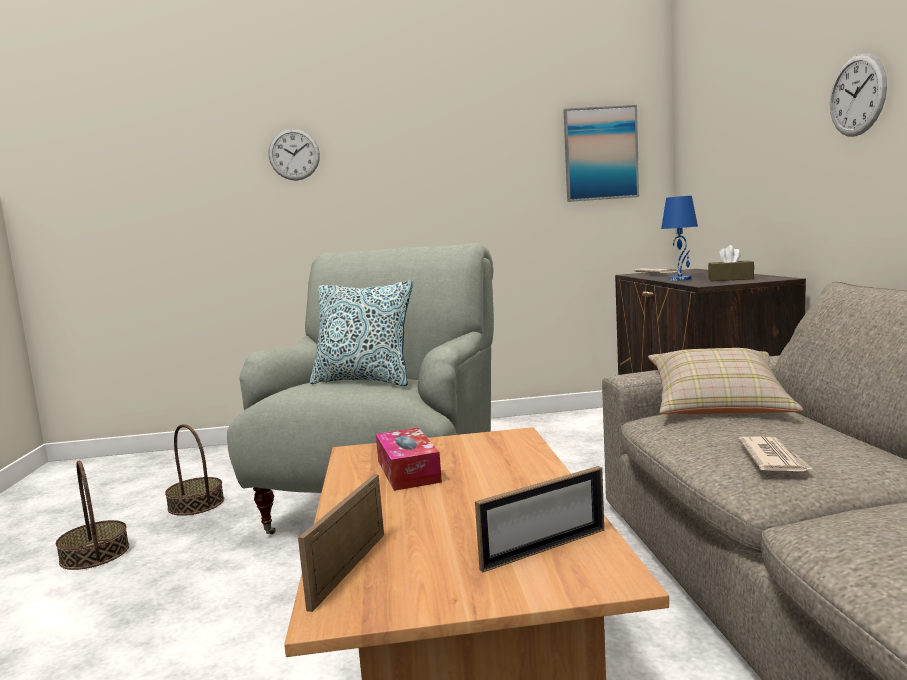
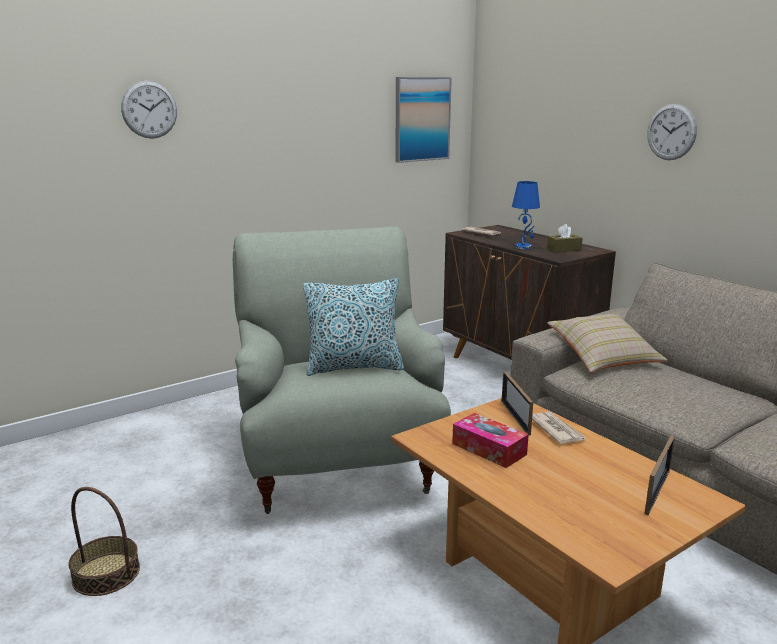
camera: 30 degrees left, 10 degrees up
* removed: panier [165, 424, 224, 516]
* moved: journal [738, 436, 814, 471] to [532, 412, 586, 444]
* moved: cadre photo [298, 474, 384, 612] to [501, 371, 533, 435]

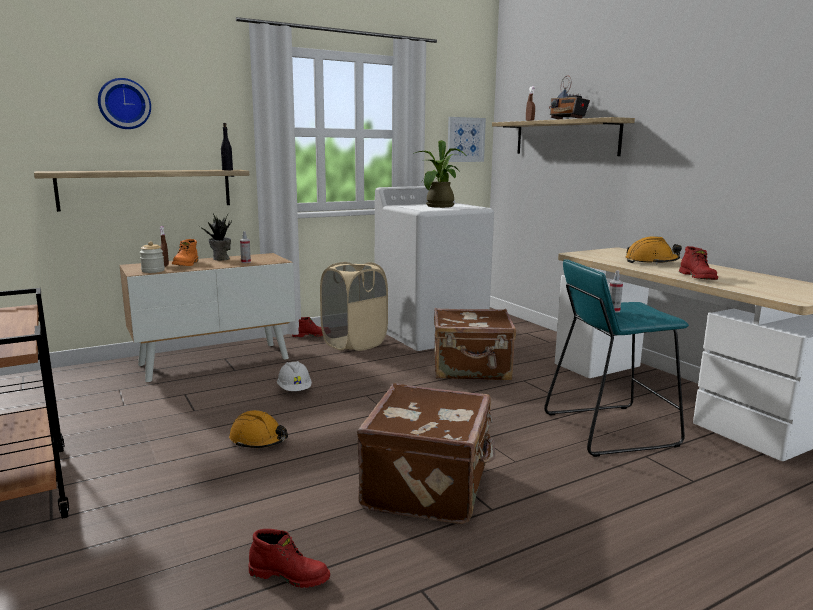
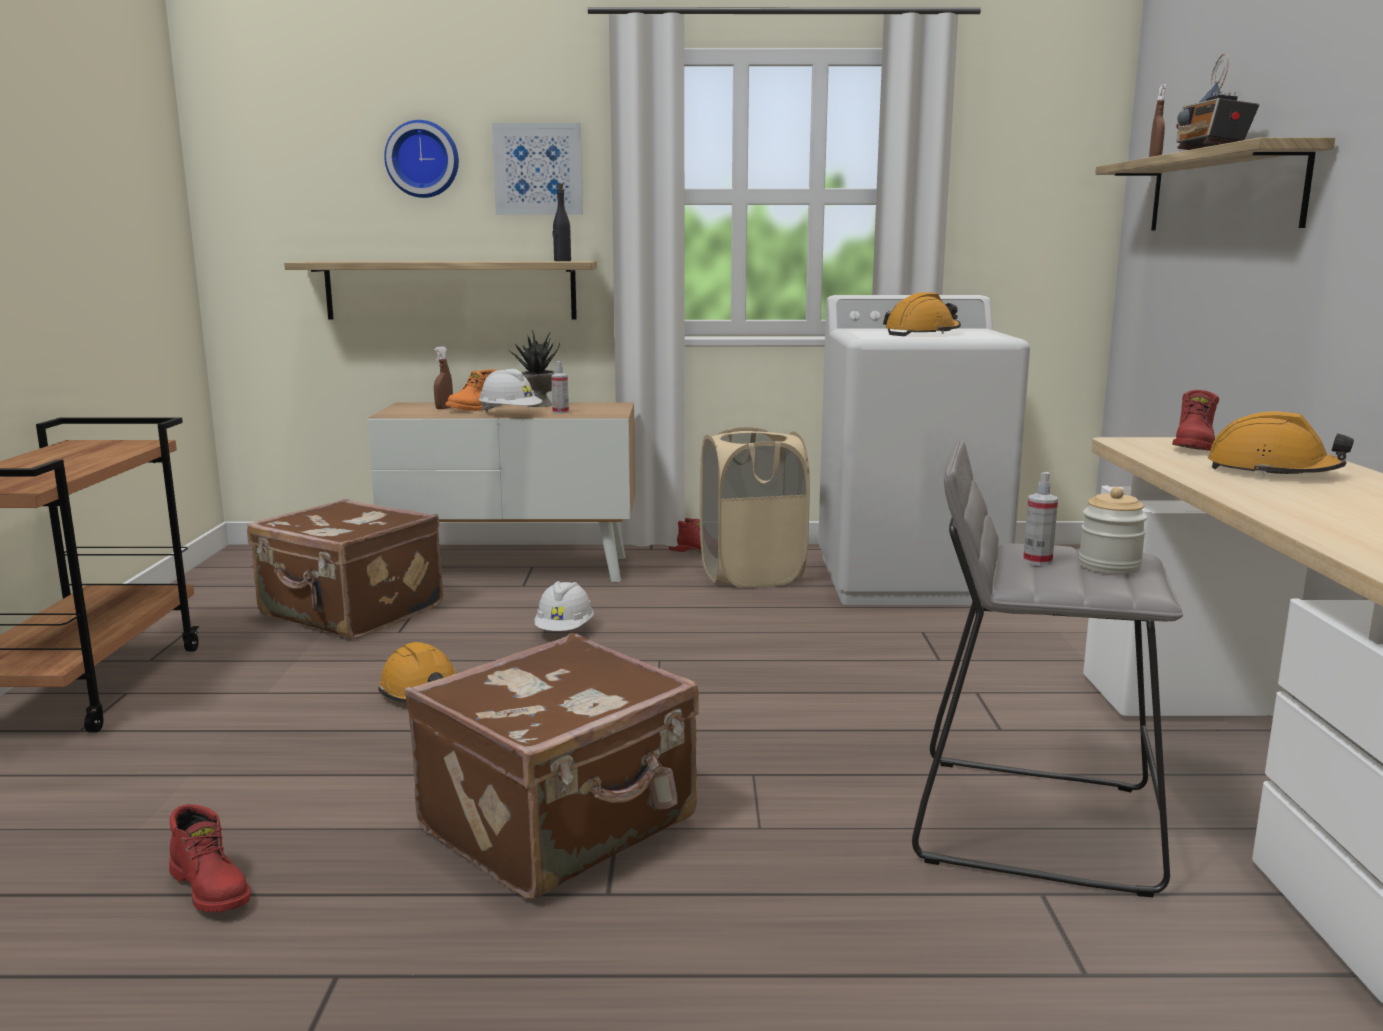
camera: 30 degrees right, 0 degrees up
* moved: tableau [447, 117, 486, 162] to [492, 123, 583, 215]
* replaced: plante en pot [413, 140, 467, 208] to casque de chantier (orange) [883, 292, 961, 336]
* moved: bocal [140, 242, 165, 273] to [1079, 487, 1147, 574]
* moved: botte (rouge) [679, 246, 718, 280] to [1172, 390, 1219, 451]
* recoloured: tabouret (turquoise) [544, 259, 689, 457] to tabouret (gris) [912, 440, 1183, 897]
* moved: valise (marron) [434, 308, 516, 380] to [247, 499, 443, 639]
* added: casque de chantier (blanc) [479, 369, 542, 412]

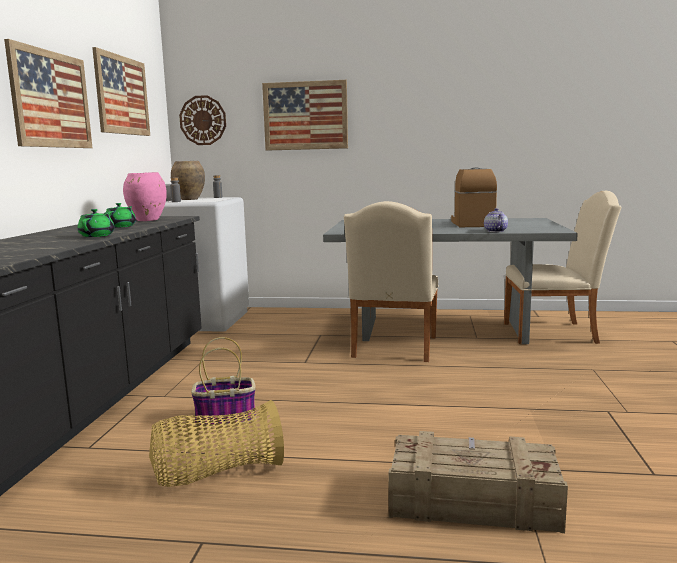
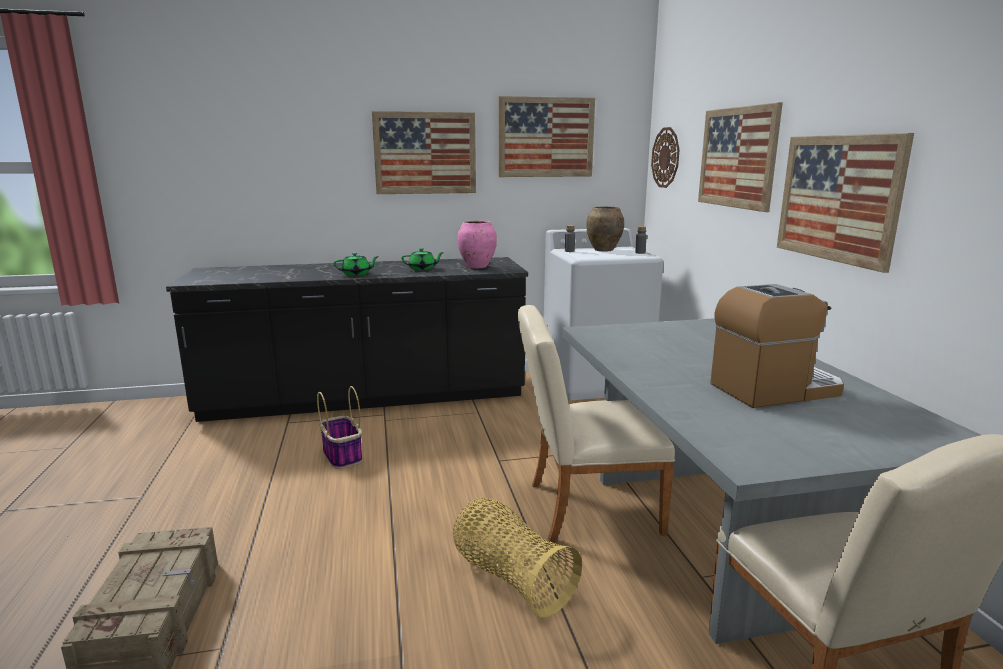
camera: 70 degrees right, 5 degrees up
* removed: théière [484, 208, 508, 232]
* moved: panier [149, 400, 284, 487] to [453, 498, 582, 618]
* added: tableau [777, 133, 914, 273]

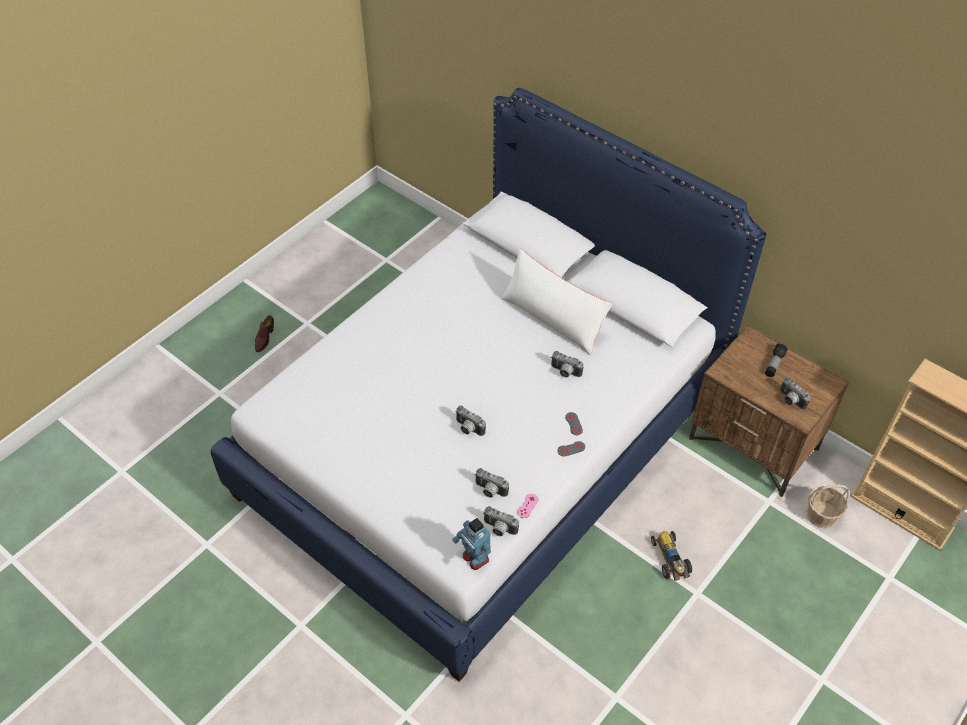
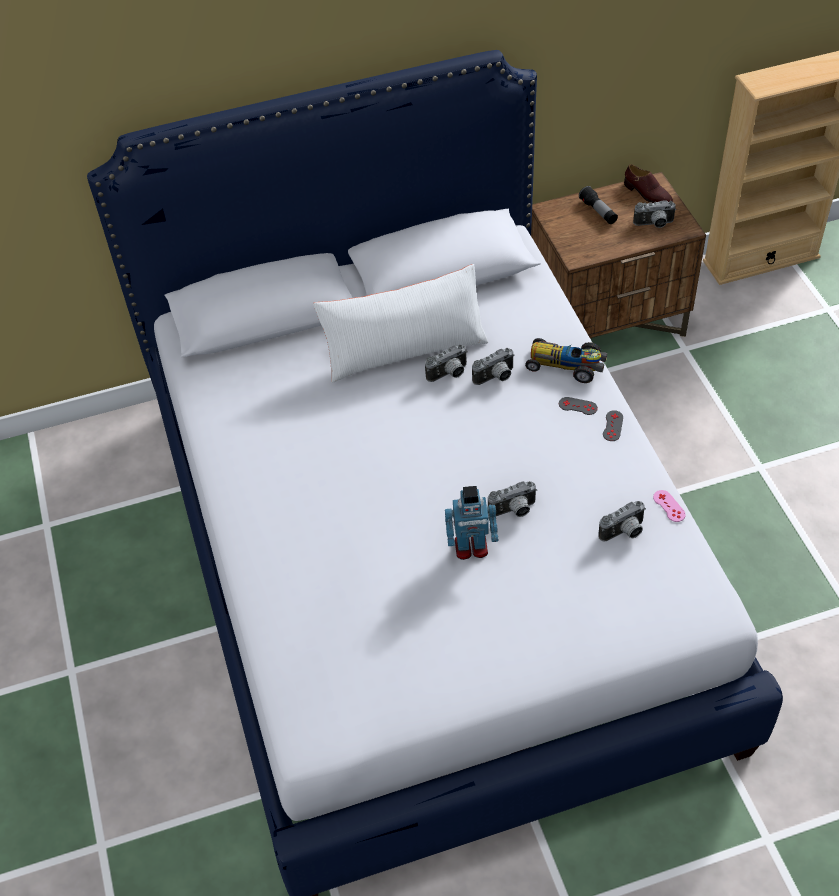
camera: 55 degrees left, 0 degrees up
* moved: chaussure (marron) [255, 315, 274, 352] to [624, 164, 673, 203]
* removed: panier [806, 484, 849, 529]
* moved: appareil photo [483, 506, 519, 536] to [425, 344, 468, 382]
* moved: robot jouet [452, 518, 491, 570] to [445, 486, 499, 560]
* moved: petite voiture [651, 531, 692, 581] to [525, 338, 607, 383]

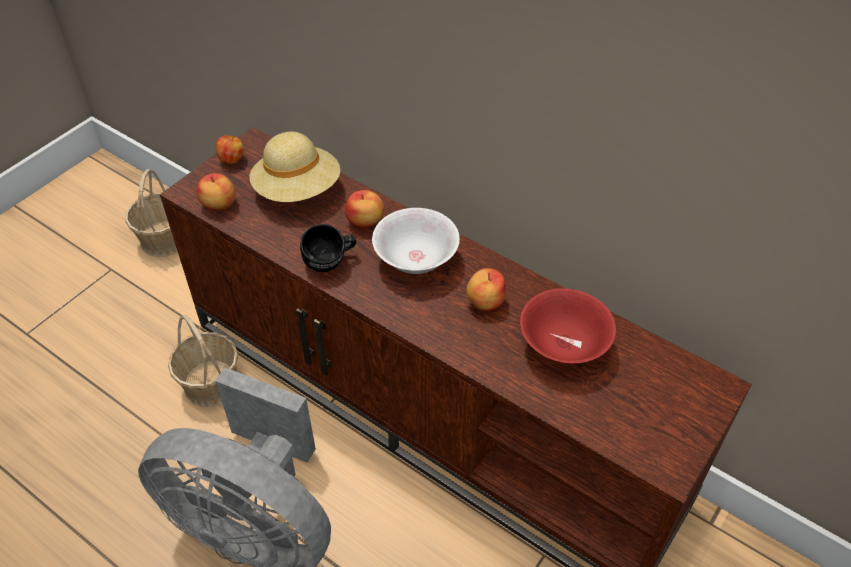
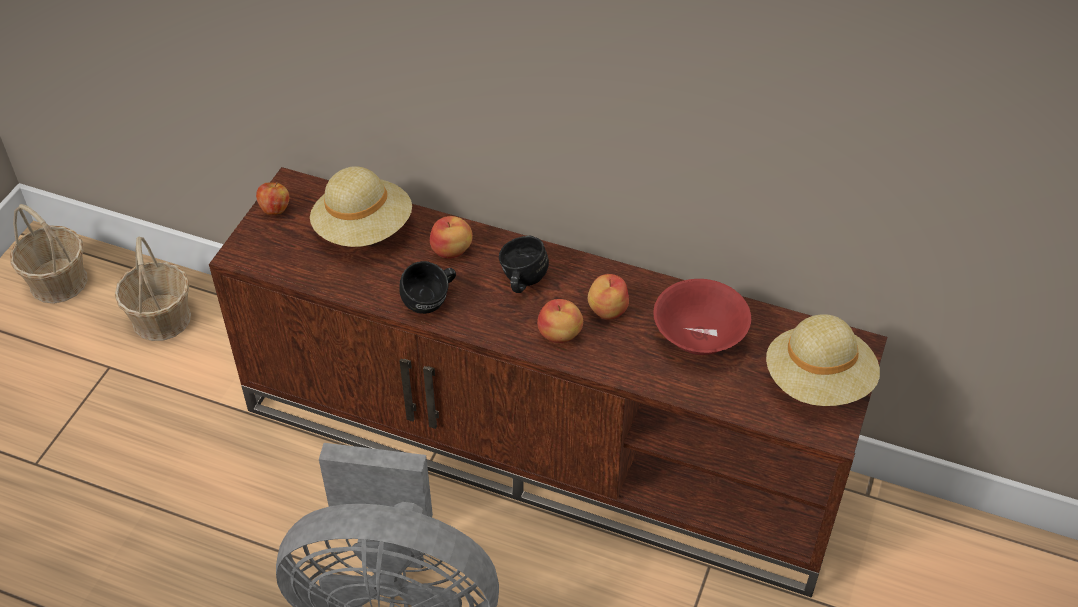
camera: 15 degrees left, 0 degrees up
* moved: pomme [197, 173, 236, 211] to [537, 299, 583, 343]
* replaced: bol (blanc) [372, 208, 460, 274] to mug (noir) [499, 235, 549, 293]
* moved: panier [168, 315, 238, 407] to [10, 204, 88, 304]
* added: chapeau (beige) [766, 314, 880, 406]

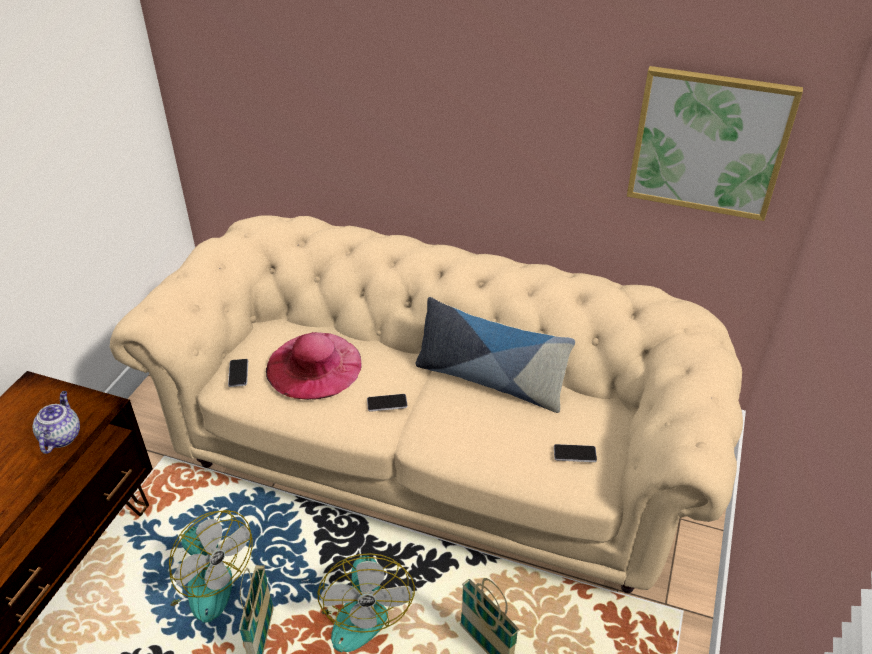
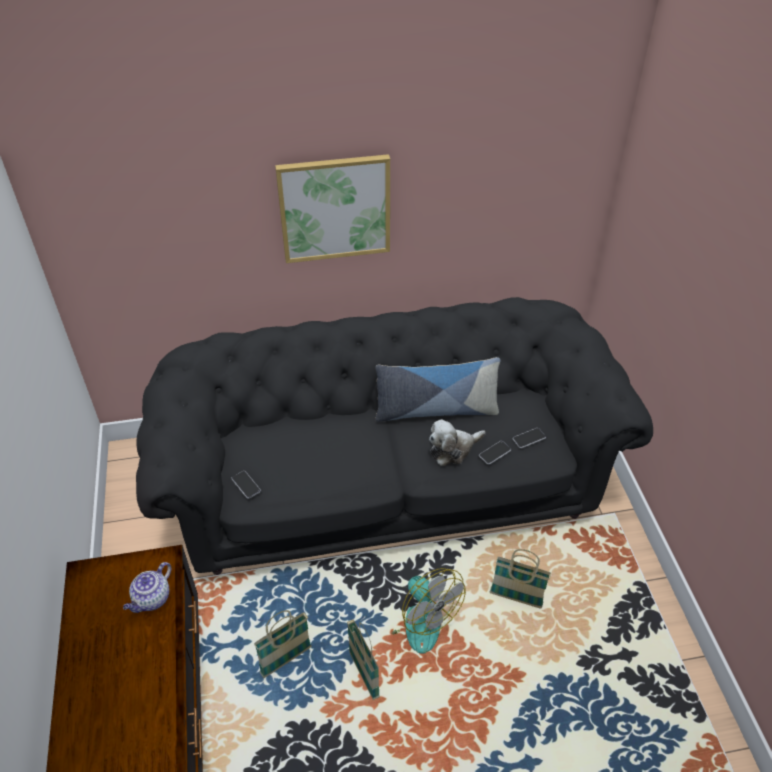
camera: 30 degrees left, 5 degrees up
* moved: tableau [627, 66, 803, 221] to [275, 154, 390, 263]
* recoloured: canapé (beige) [110, 215, 743, 593] to canapé (noir) [136, 297, 653, 575]
* removed: chapeau (rose) [266, 332, 361, 400]
* turned: théière [33, 391, 80, 454] = [123, 562, 171, 613] 120 degrees counterclockwise
* moved: téléphone [367, 394, 408, 412] to [479, 441, 511, 465]
* replaced: ventilateur [169, 510, 253, 622] to panier [254, 610, 312, 678]
* added: peluche [429, 419, 486, 466]

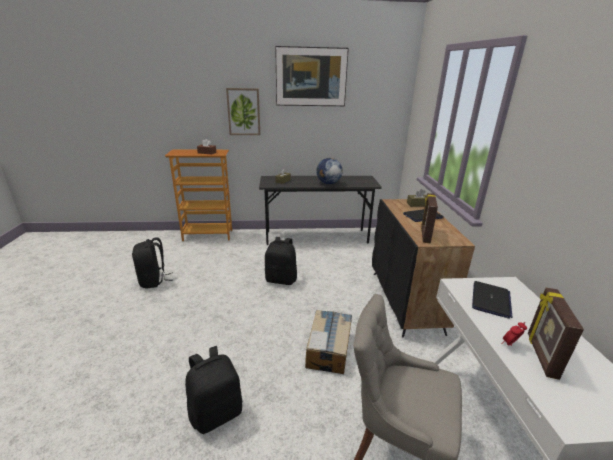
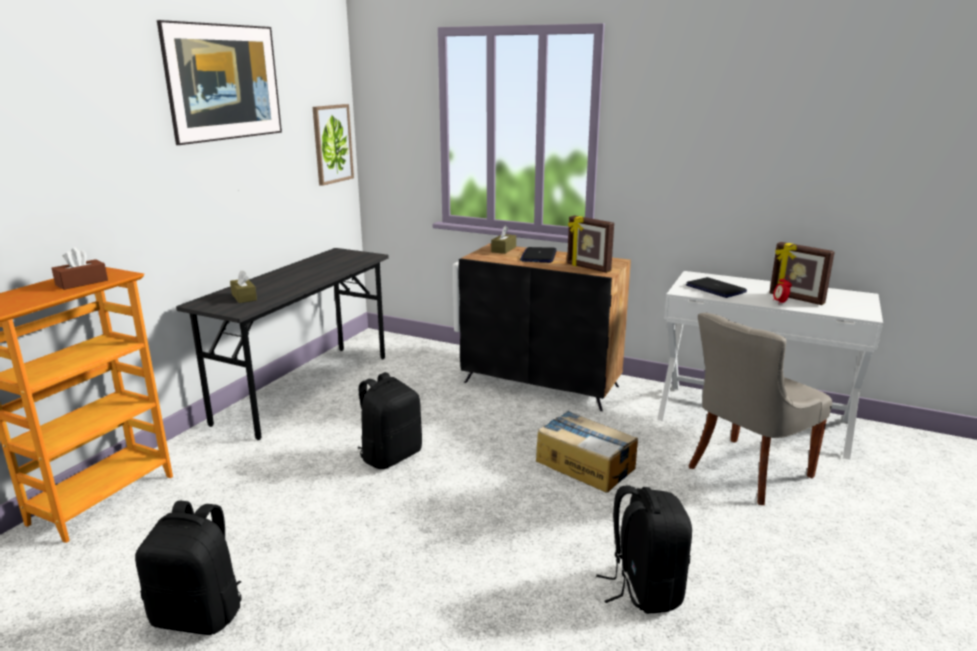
camera: 60 degrees left, 5 degrees down
* moved: tableau [226, 88, 260, 135] to [313, 104, 354, 186]
* removed: globe [316, 158, 343, 184]

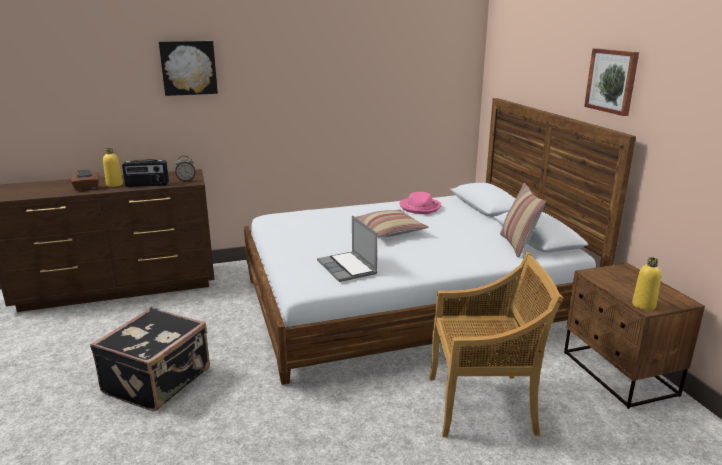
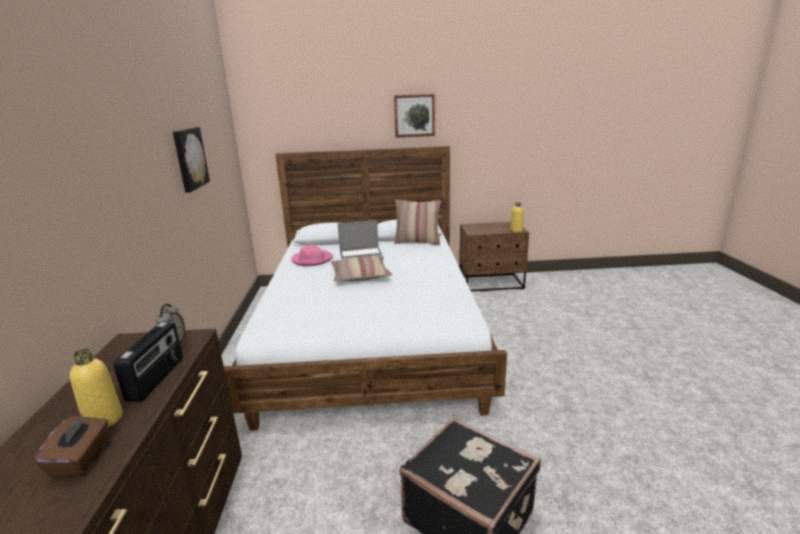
camera: 75 degrees left, 0 degrees up
* moved: tableau [159, 41, 218, 96] to [173, 127, 210, 193]
* moved: ordinateur portable [317, 216, 377, 282] to [338, 220, 384, 260]
* removed: chaise (beige) [429, 252, 563, 437]

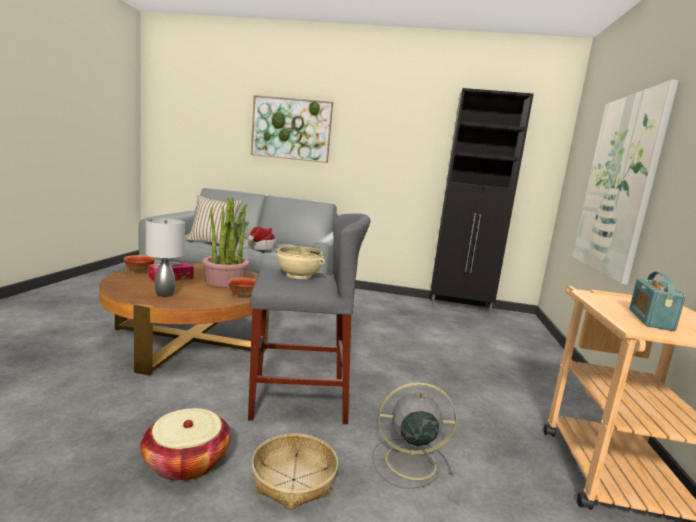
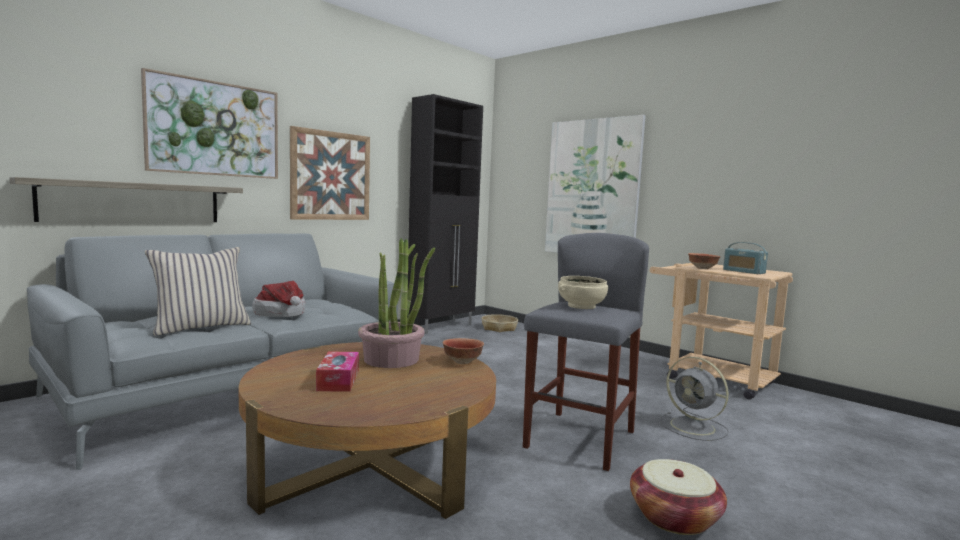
camera: 55 degrees left, 5 degrees down
* removed: lampe de table (gris) [146, 218, 185, 297]
* moved: bol [123, 255, 155, 273] to [688, 253, 721, 269]
* turned: ventilateur (gris) [372, 382, 456, 489] = [660, 357, 729, 441] 75 degrees counterclockwise
* moved: panier [252, 434, 338, 510] to [481, 314, 518, 332]
* added: tableau [290, 126, 370, 220]
* added: étagère [9, 177, 243, 222]

